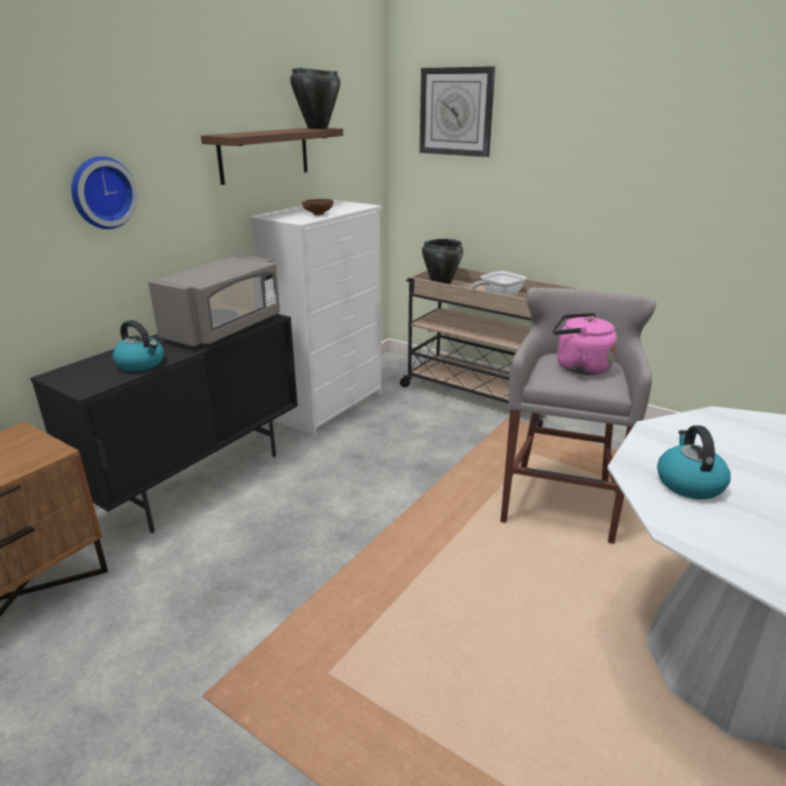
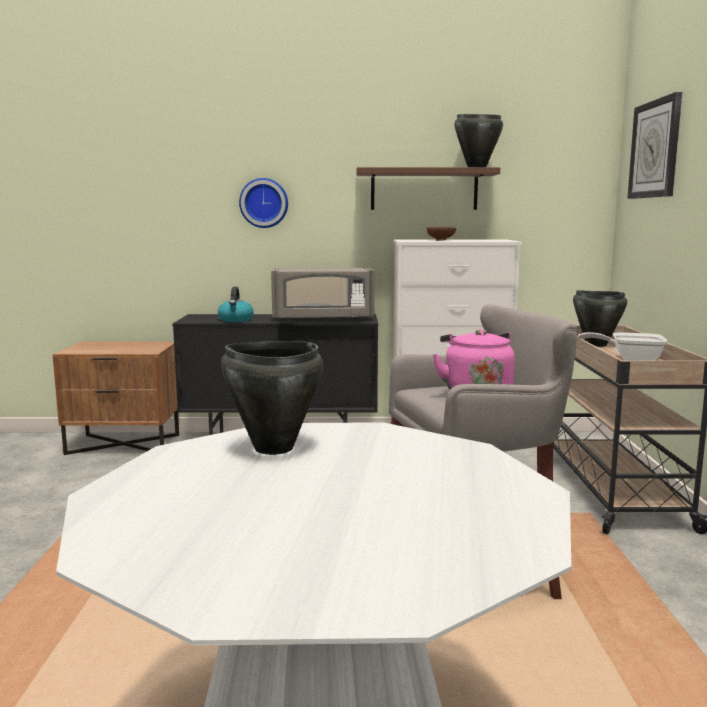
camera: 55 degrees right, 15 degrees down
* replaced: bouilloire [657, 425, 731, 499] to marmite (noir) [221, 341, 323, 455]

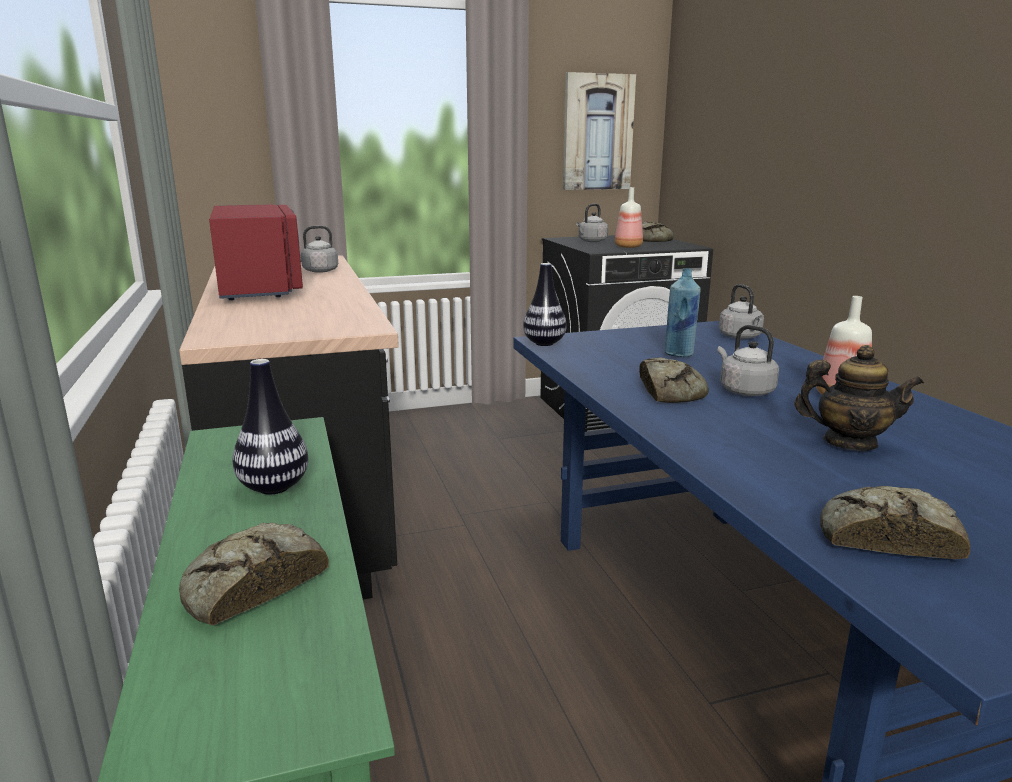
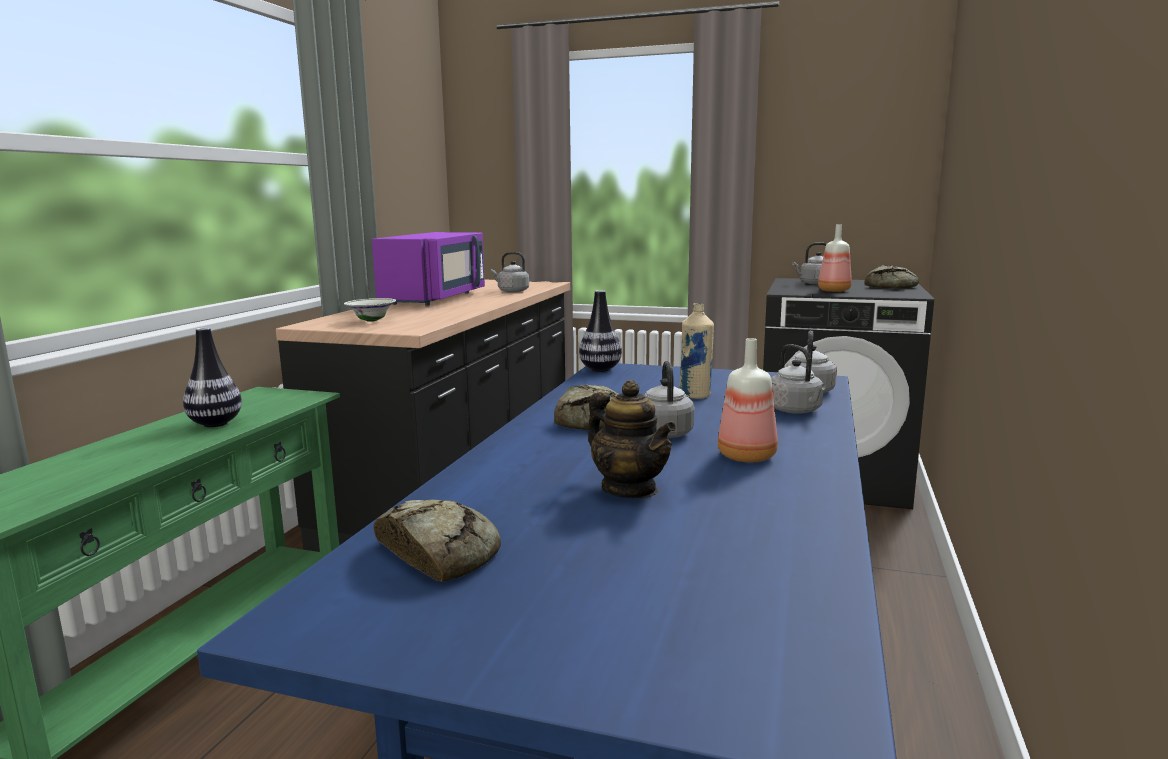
camera: 35 degrees right, 5 degrees down
* removed: tableau [563, 72, 636, 190]
* recoloured: micro-ondes (rouge) [209, 204, 303, 300] to micro-ondes (violet) [372, 232, 485, 306]
* recoloured: bouteille (bleu) [665, 268, 701, 357] to bouteille (beige) [679, 303, 714, 399]
* removed: pain [179, 523, 329, 625]
* added: bol (blanc) [344, 298, 396, 322]
* added: bouilloire (gris) [771, 344, 826, 414]

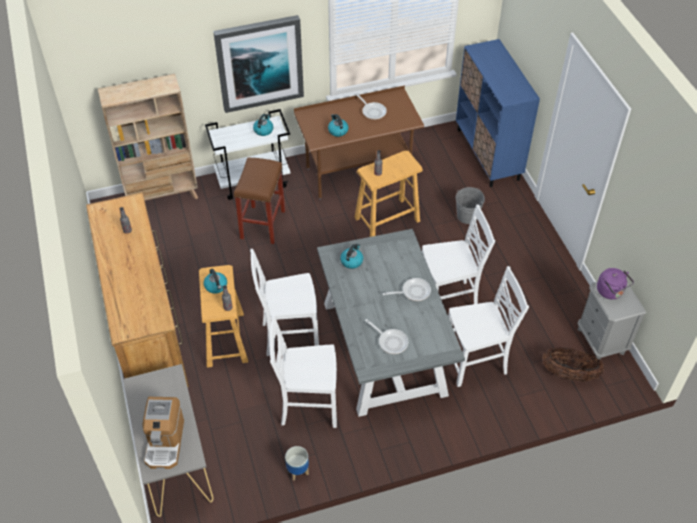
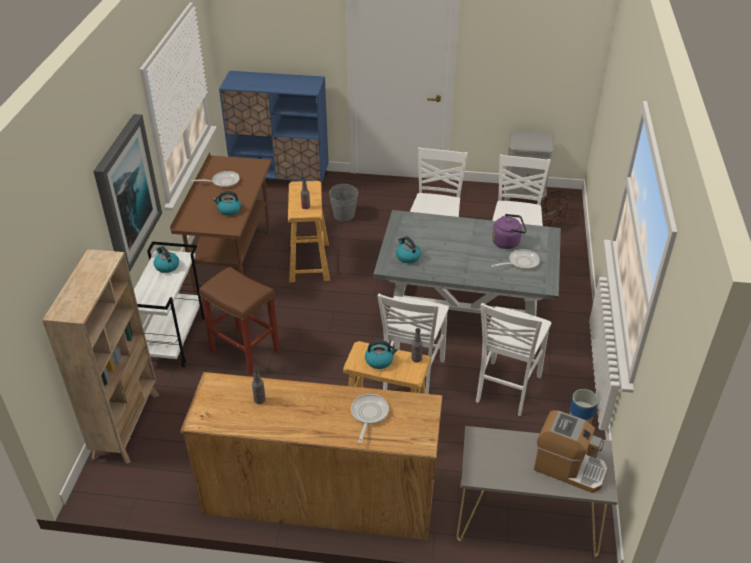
camera: 65 degrees left, 10 degrees down
* moved: bouilloire (violet) [597, 268, 634, 299] to [492, 214, 527, 249]
* moved: poêle [382, 278, 431, 301] to [351, 394, 389, 444]

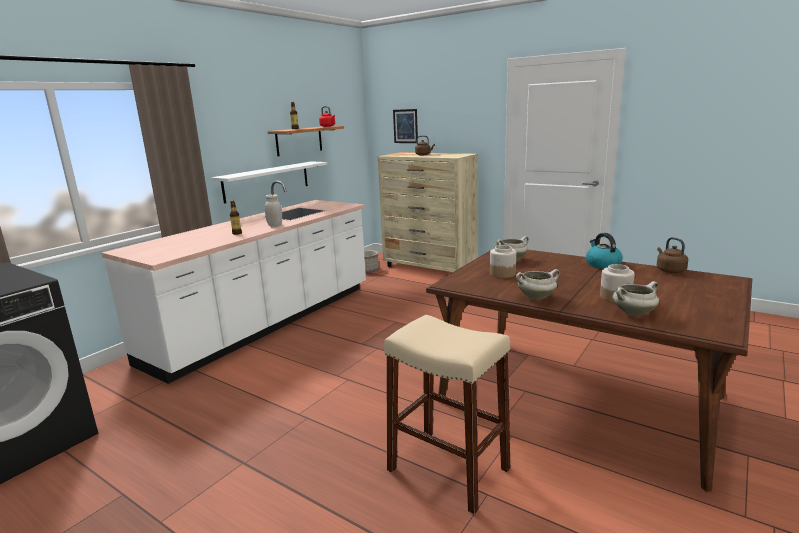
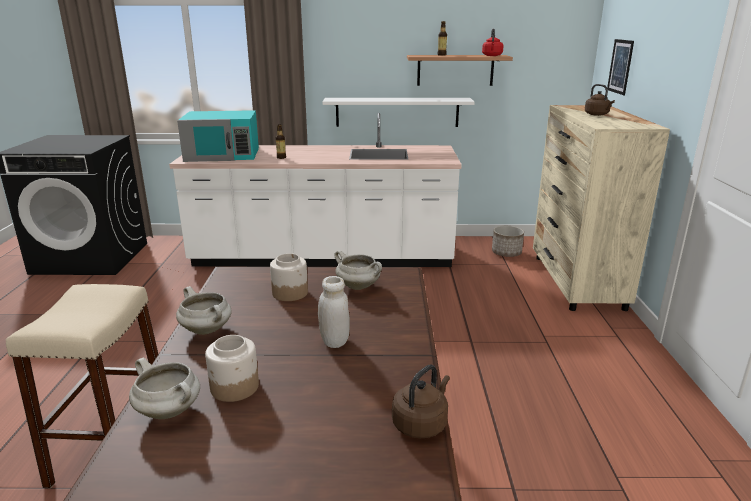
camera: 55 degrees right, 5 degrees up
* moved: bocal (blanc) [265, 194, 282, 227] to [318, 276, 350, 348]
* removed: bouilloire [586, 233, 623, 268]
* added: micro-ondes (turquoise) [177, 110, 259, 162]

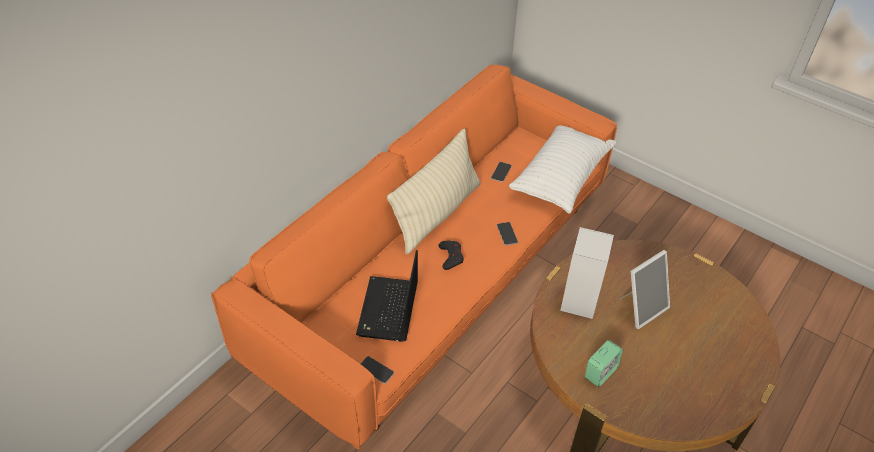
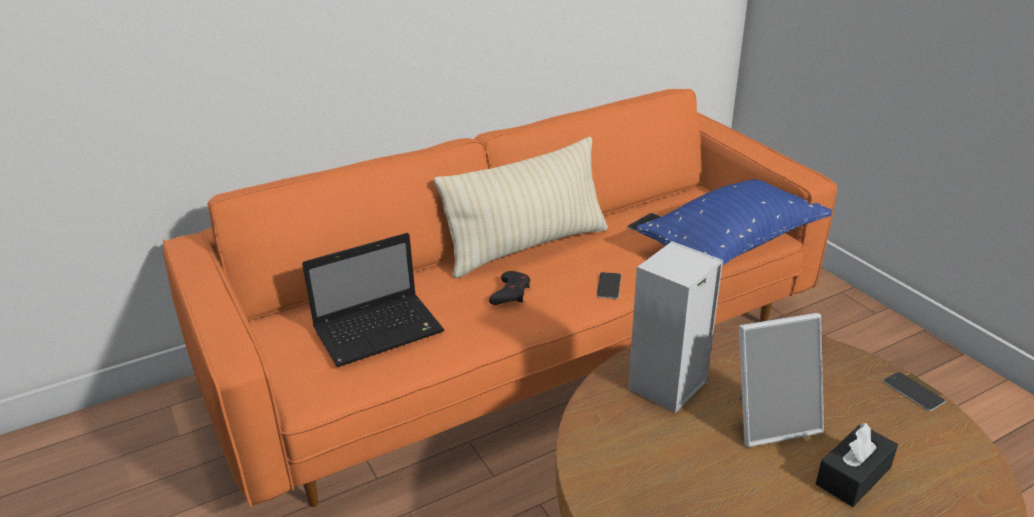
camera: 25 degrees right, 15 degrees down
* recoloured: coussin (blanc) [509, 126, 616, 214] to coussin (bleu) [636, 179, 833, 266]
* turned: ordinateur portable [356, 250, 418, 342] = [302, 233, 444, 367] 150 degrees counterclockwise
* removed: réveil [585, 340, 623, 387]
* moved: téléphone [360, 356, 394, 384] to [883, 372, 946, 411]
* added: boîte à mouchoirs (noir) [816, 423, 898, 507]

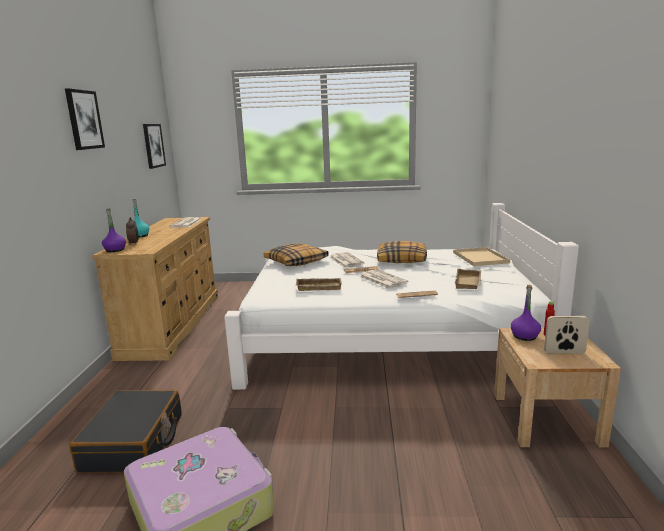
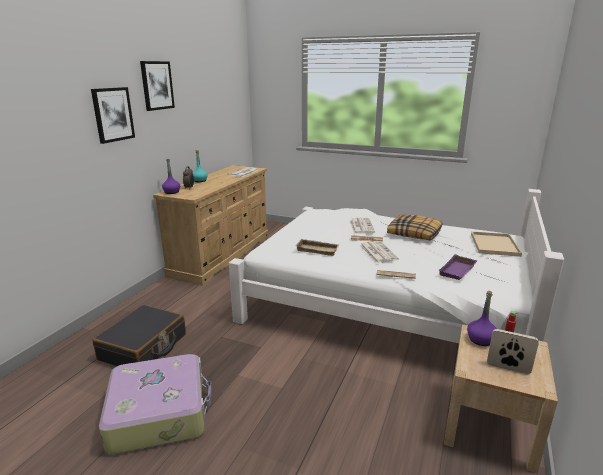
camera: 20 degrees right, 5 degrees up
* moved: tableau [143, 124, 166, 169] to [91, 87, 135, 144]
* removed: coussin [264, 243, 329, 266]
* recoloured: plateau (beige) [455, 268, 481, 289] to plateau (violet) [439, 254, 477, 280]

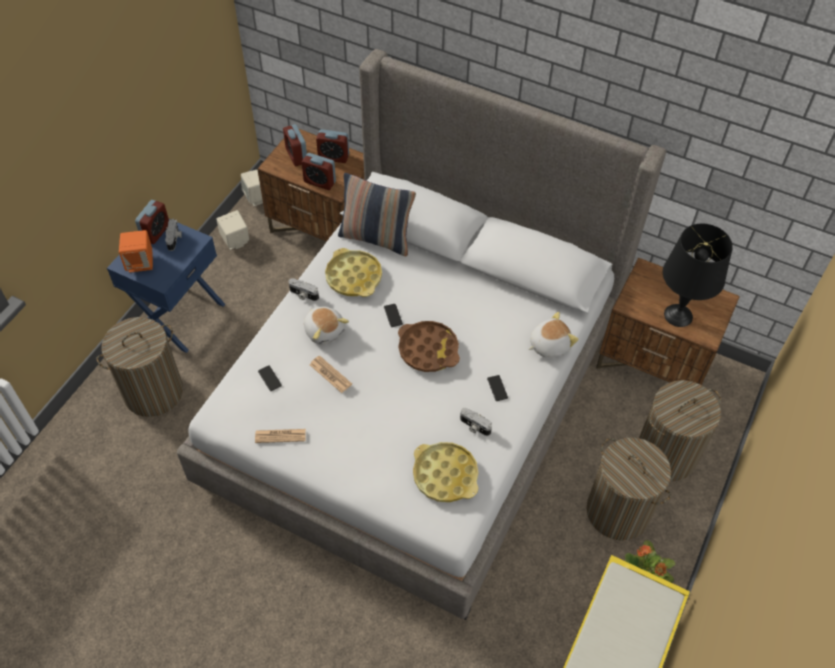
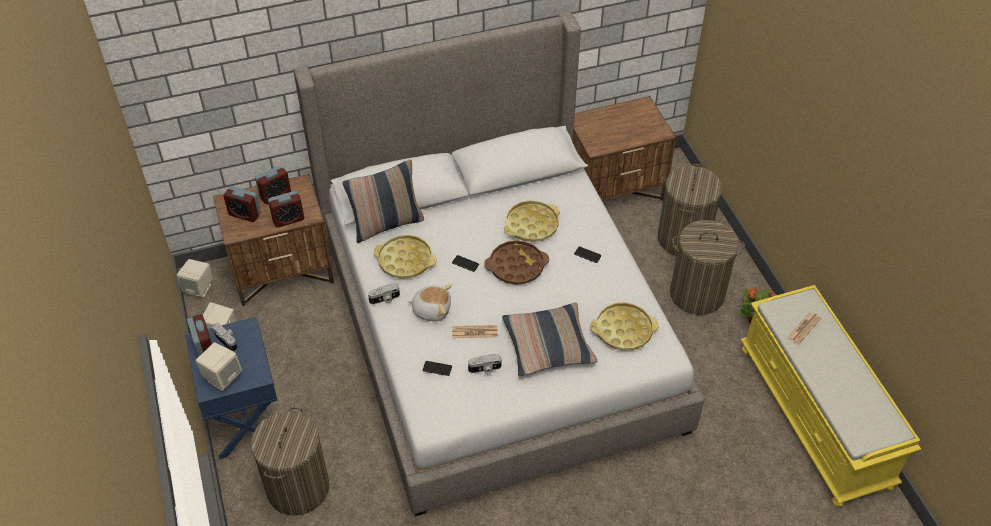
camera: 45 degrees left, 5 degrees down
* removed: lampe de table (noir) [663, 224, 733, 327]
* recoloured: enceinte (orange) [119, 230, 153, 273] to enceinte (beige) [195, 342, 242, 391]
* removed: peluche [528, 312, 579, 358]
* moved: appareil photo [460, 408, 492, 436] to [468, 354, 501, 374]
* moved: journal [255, 429, 306, 443] to [787, 313, 821, 345]
* added: plateau (jaune) [504, 200, 560, 242]
* added: coussin [502, 302, 597, 377]

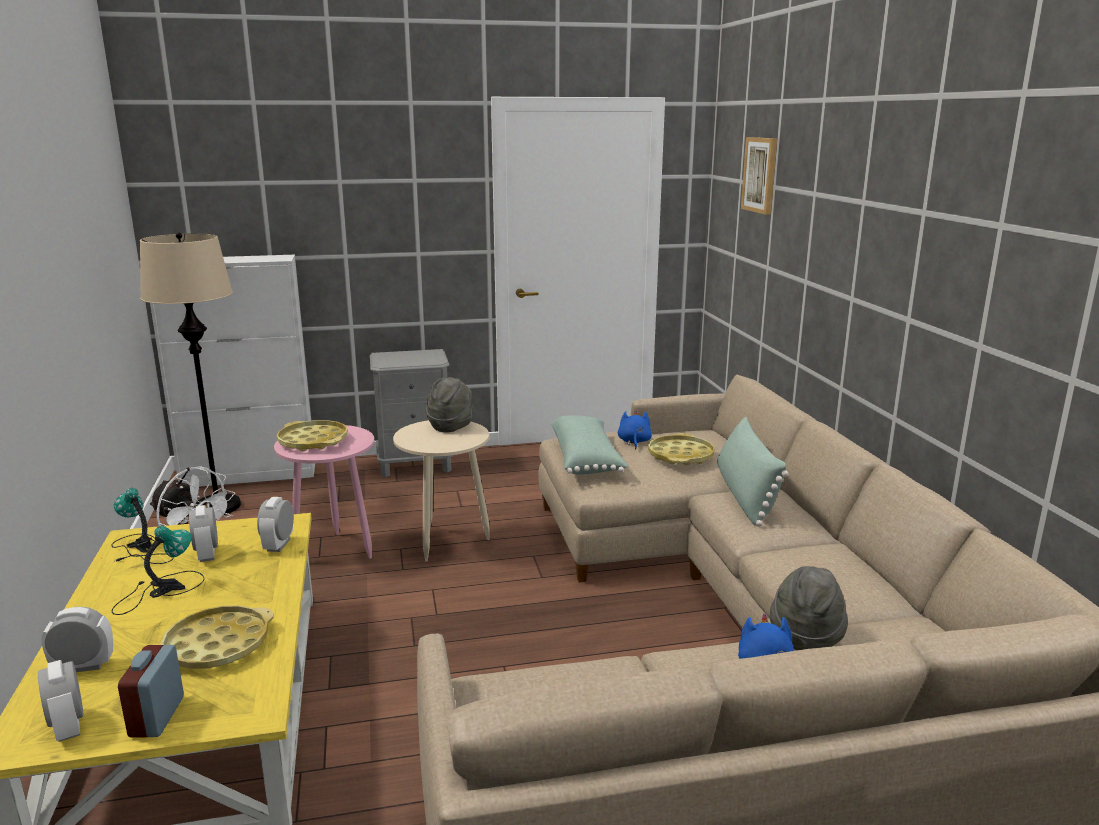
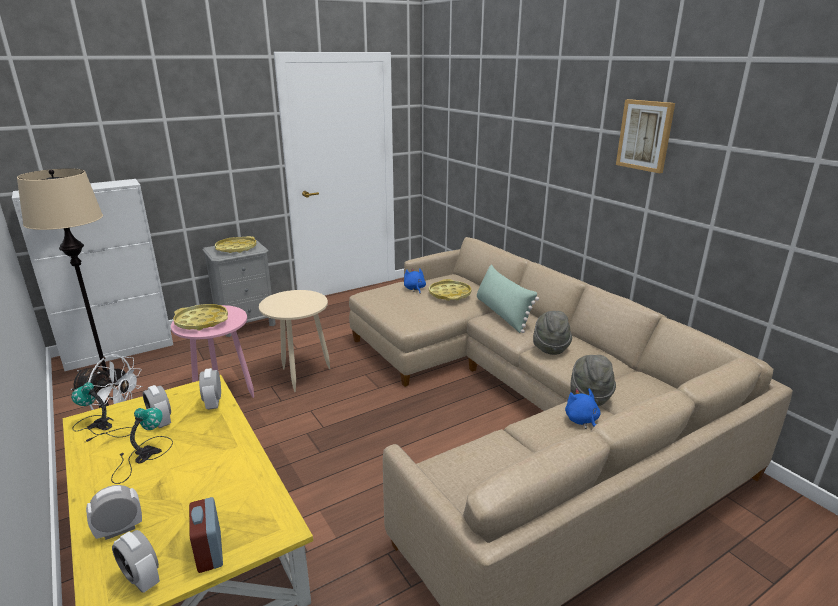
camera: 20 degrees left, 5 degrees up
* moved: tableau [741, 137, 777, 215] to [616, 99, 675, 173]
* moved: chapeau (gris) [426, 377, 474, 433] to [533, 311, 572, 355]
* removed: coussin (vert) [551, 415, 628, 475]
* moved: plateau (jaune) [160, 605, 274, 669] to [215, 236, 256, 253]

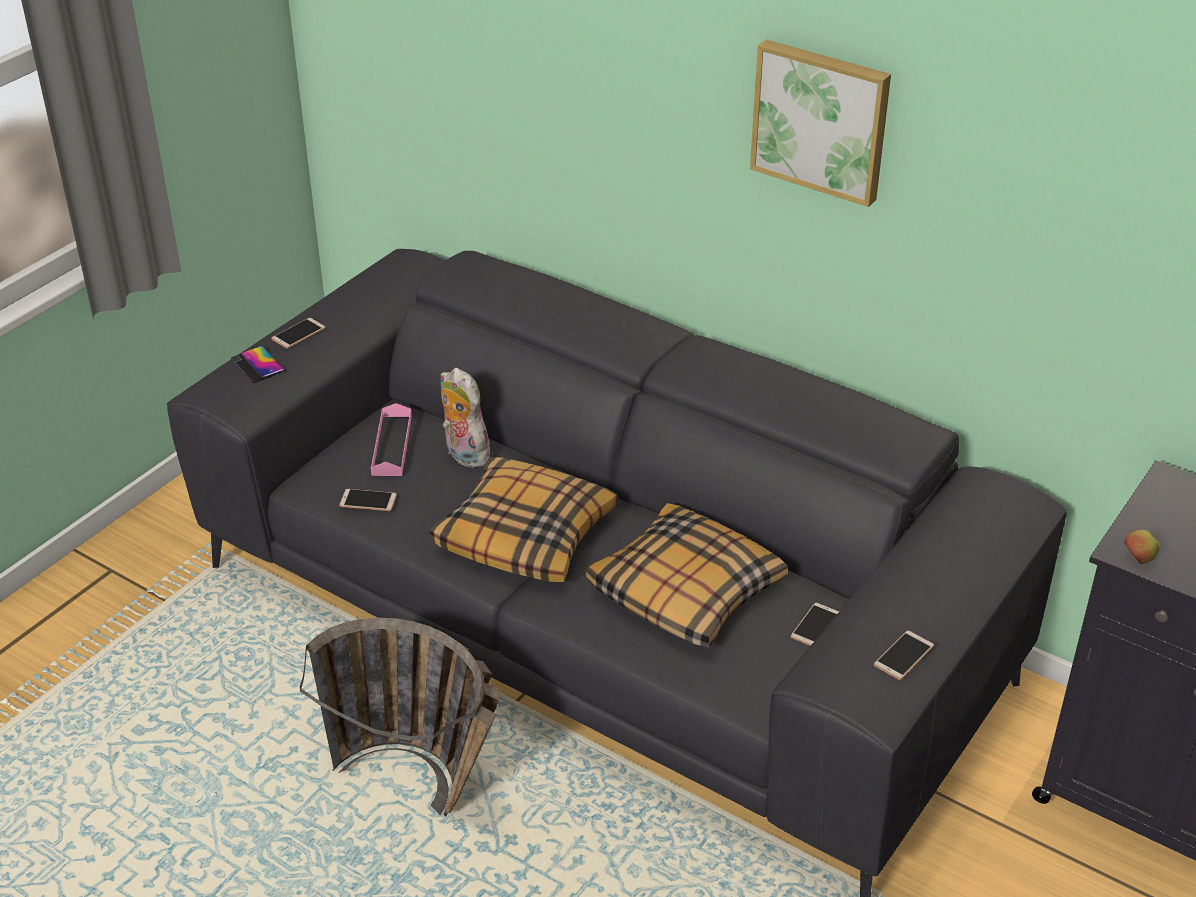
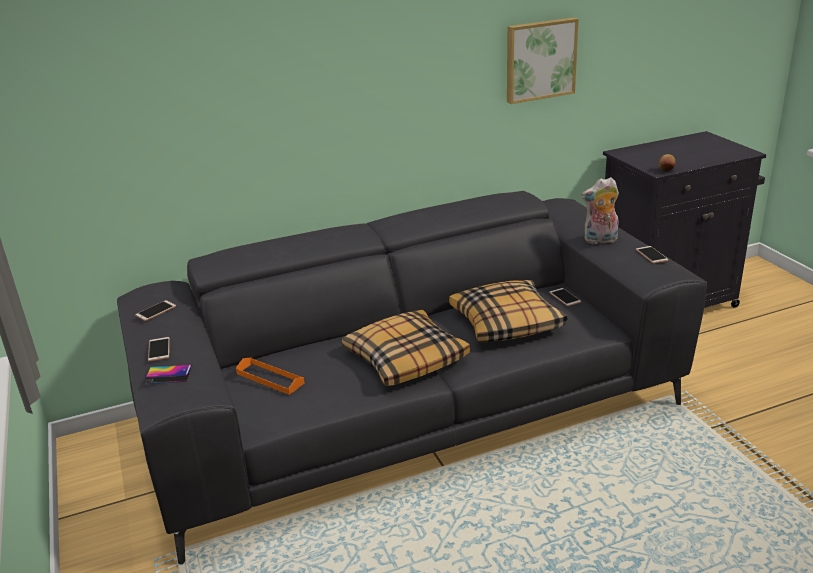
camera: 55 degrees left, 10 degrees down
* moved: tableau [750, 39, 891, 207] to [507, 17, 579, 104]
* moved: peluche [440, 368, 493, 468] to [581, 177, 619, 245]
* recoloured: plateau (rose) [371, 403, 412, 476] to plateau (orange) [236, 357, 304, 395]
* moved: téléphone [339, 489, 397, 511] to [135, 300, 176, 321]
* removed: panier [300, 618, 499, 817]

